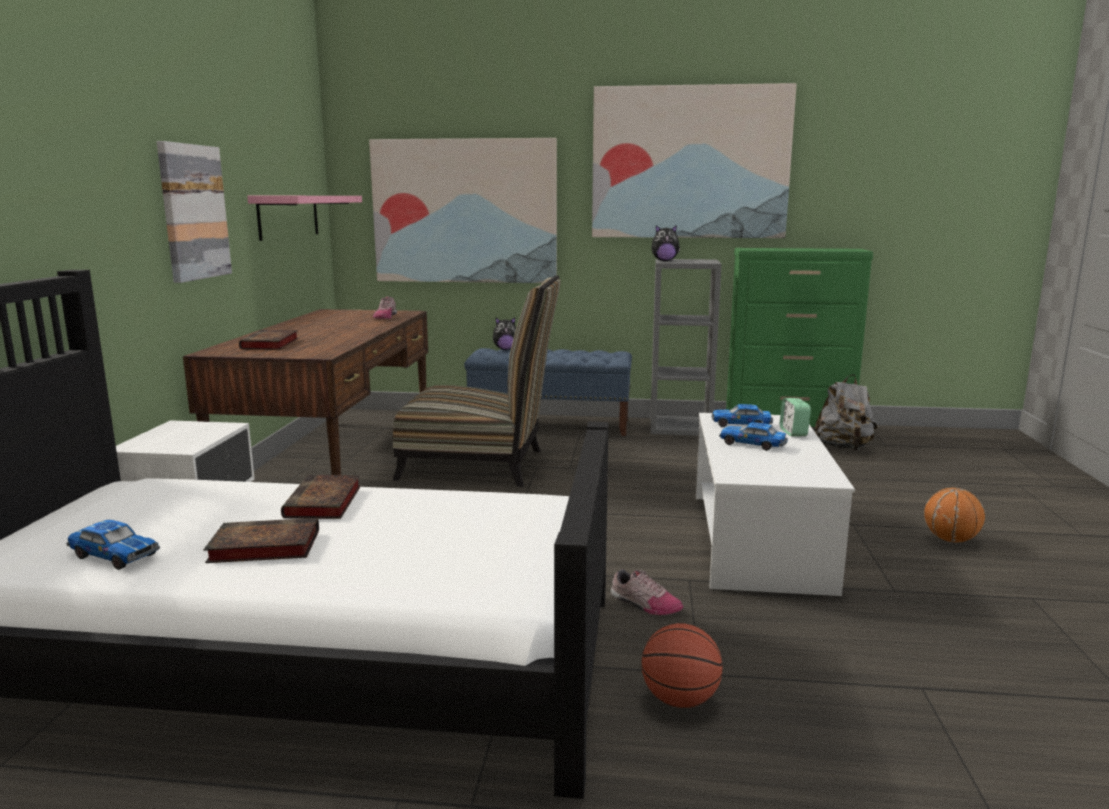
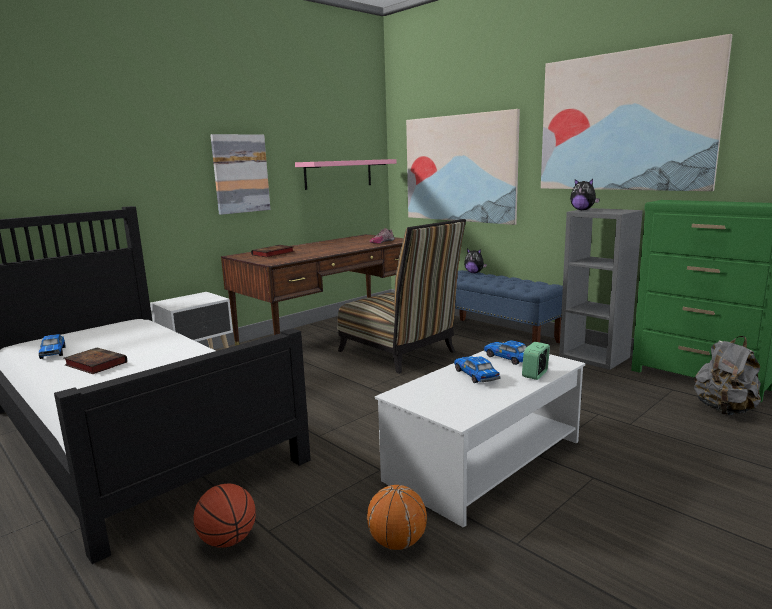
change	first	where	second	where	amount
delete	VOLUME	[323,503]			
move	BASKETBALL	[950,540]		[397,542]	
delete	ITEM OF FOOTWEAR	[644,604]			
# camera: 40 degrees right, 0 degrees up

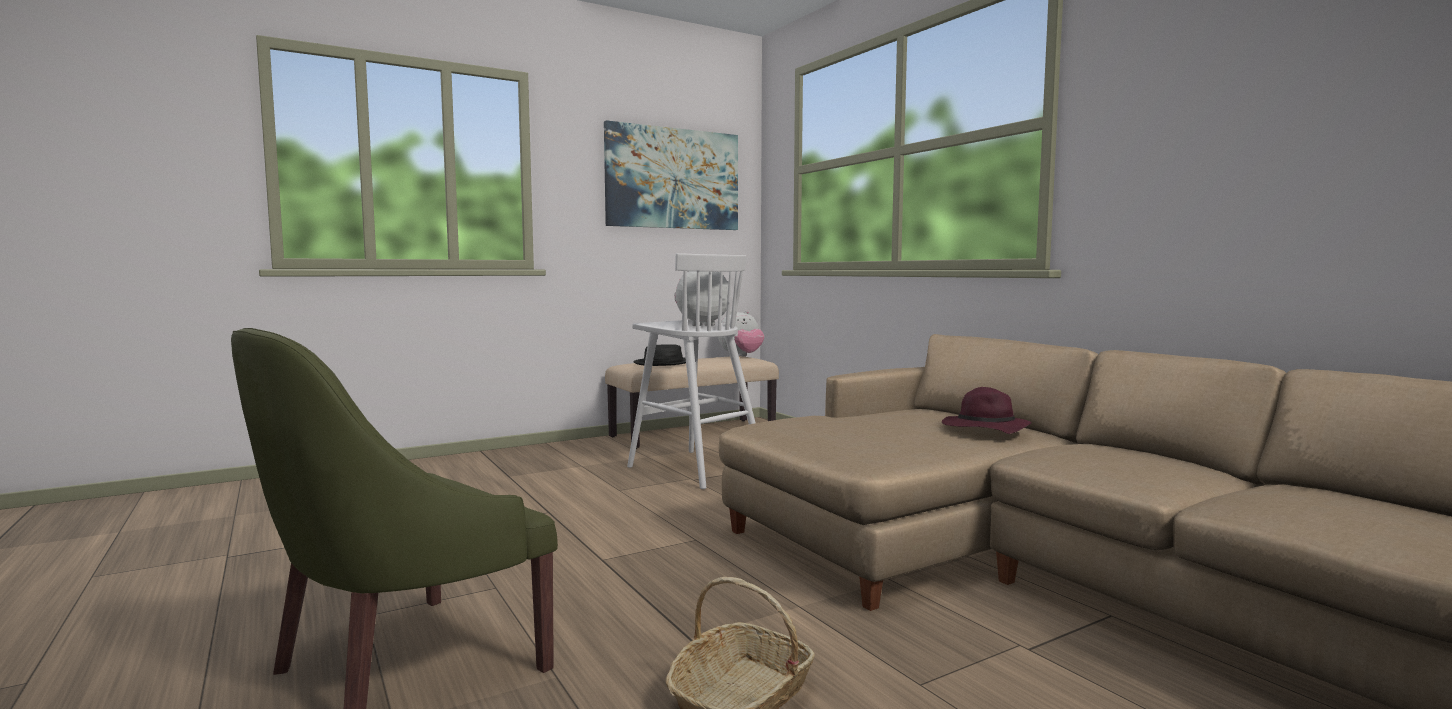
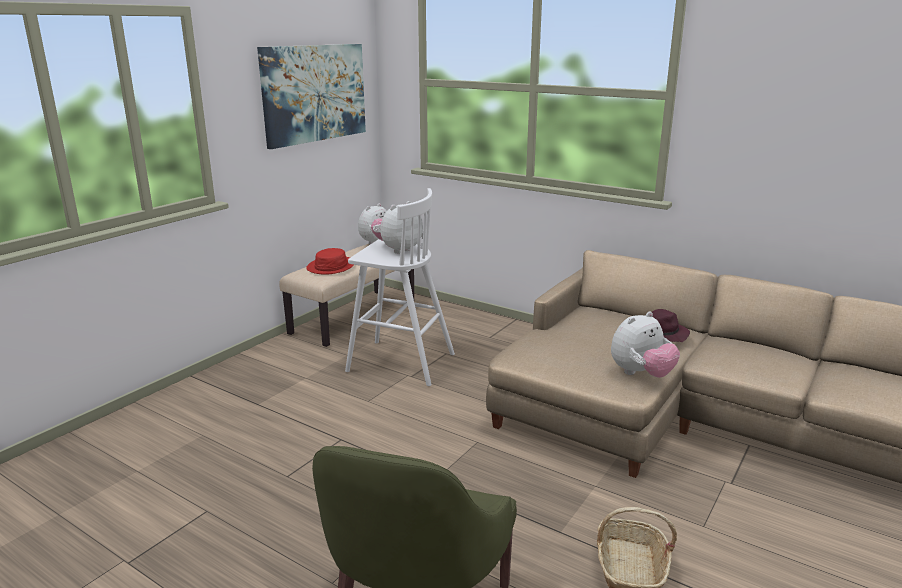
change	first	where	second	where	amount
recolor	BLACKISH CLOTHING HAT	[663,363]	RED-COLOURED CLOTHING HAT	[331,266]	
insert			SOFT TOY	[641,374]	
# camera: 25 degrees left, 15 degrees up

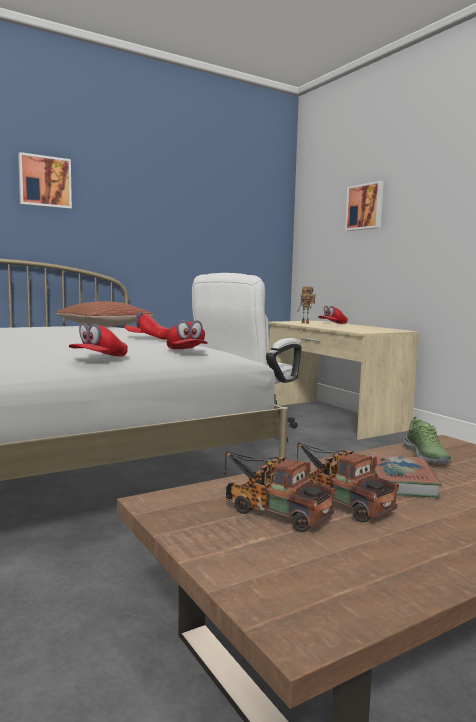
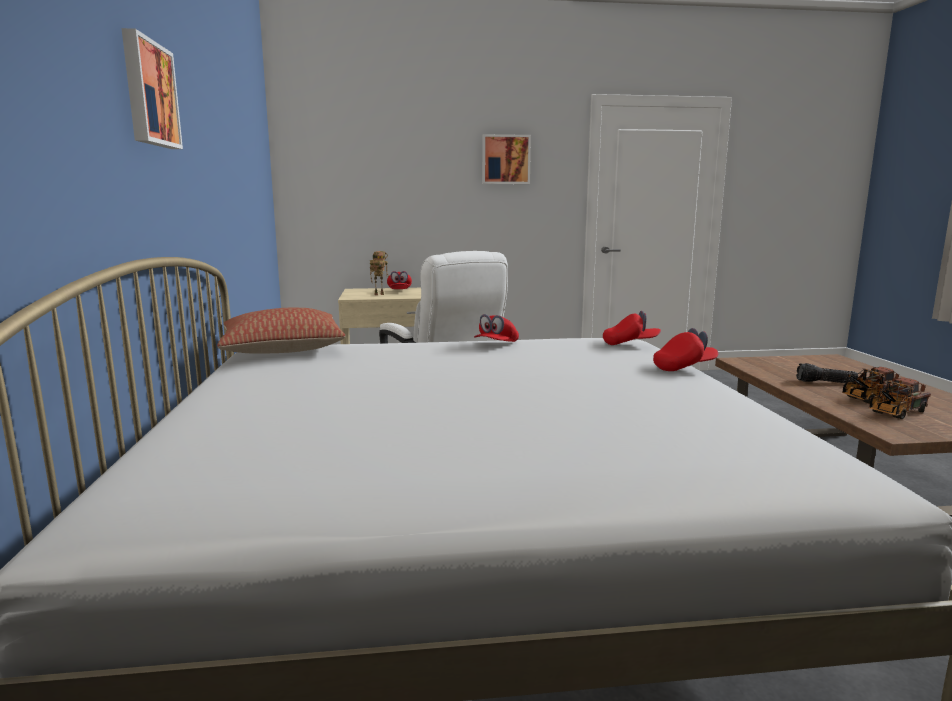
change	first	where	second	where	amount
move	WALL ART	[365,207]		[505,159]	
rotate	RED-COLOURED BASEBALL CAP	[99,358]		[684,367]	75 degrees counterclockwise
delete	ITEM OF FOOTWEAR	[426,456]			
replace	VOLUME	[400,481]	FLASHLIGHT	[825,382]	
# camera: 65 degrees left, 5 degrees up

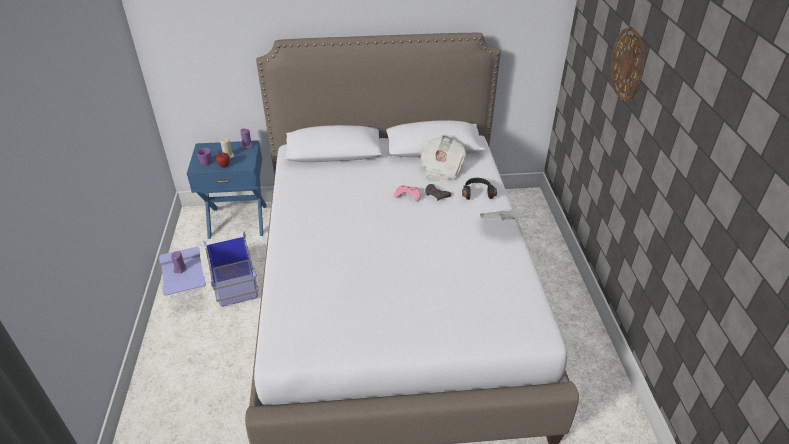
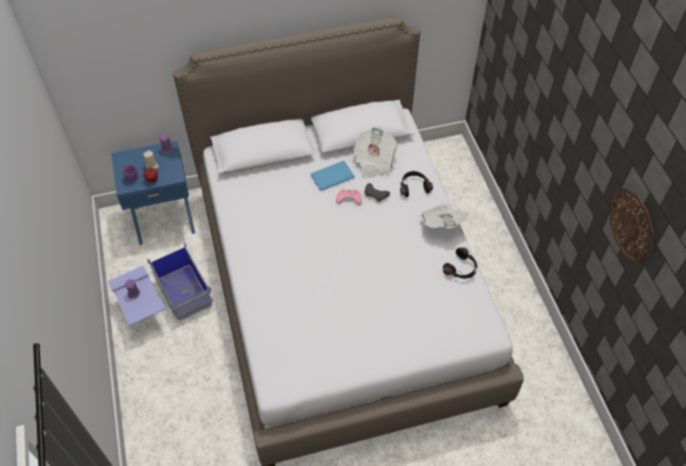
change	first	where	second	where	amount
move	WALL CLOCK	[628,64]		[632,225]	
insert			BLUE-COLOURED VOLUME	[331,176]	
insert			BLACKISH PAIR OF HEADPHONES	[461,268]	
# camera: 10 degrees left, 15 degrees up

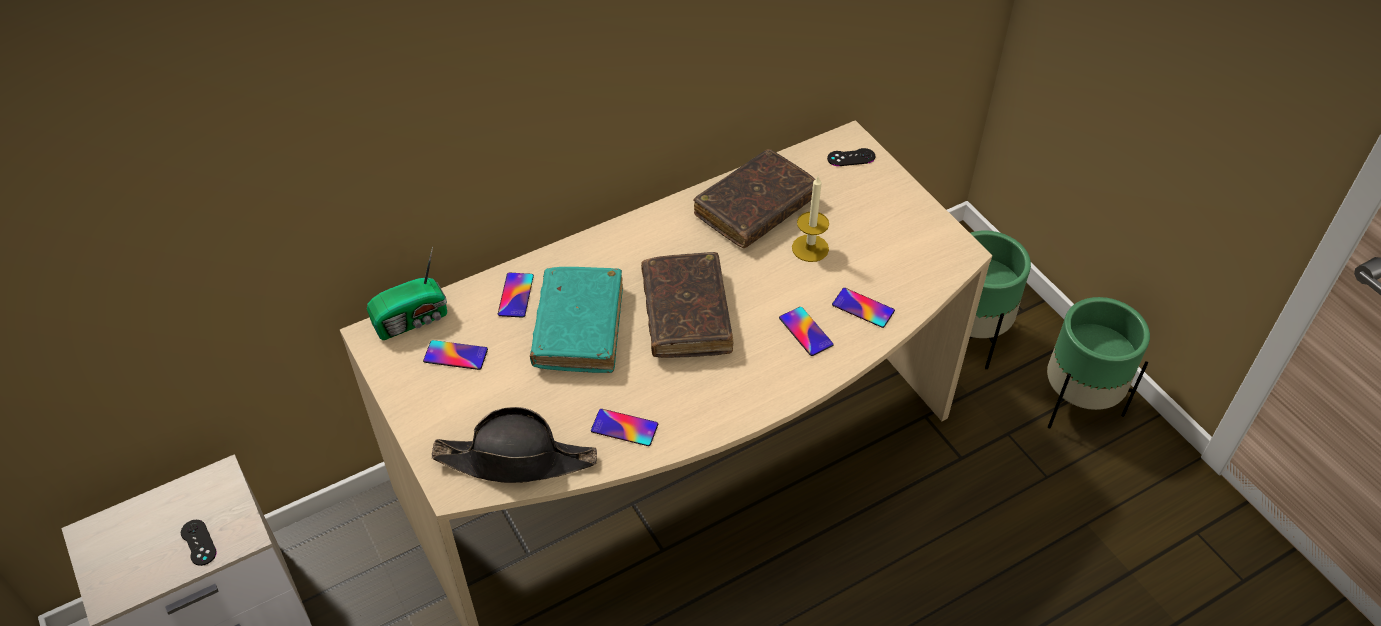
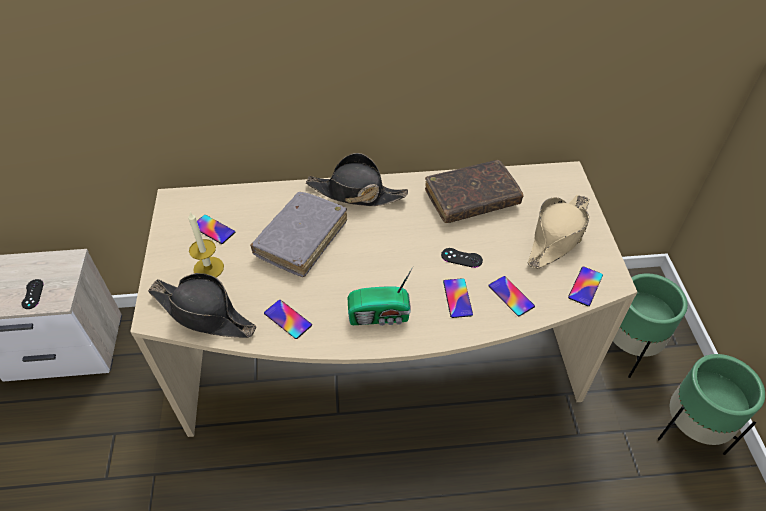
change	first	where	second	where	amount
move	BLACKISH GAMEPAD	[851,157]		[461,258]	
move	CANDLE	[810,248]		[208,268]	
move	RADIO SET	[413,320]		[380,316]	
delete	BROWNISH VOLUME	[686,314]			
recolor	BLUE-GREEN VOLUME	[579,328]	GREY VOLUME	[301,239]	
move	TELEPHONE	[516,295]		[585,286]	
insert			BLACKISH CLOTHING HAT	[356,193]	
insert			BEIGE-COLOURED CLOTHING HAT	[557,236]	
# camera: 25 degrees right, 0 degrees up

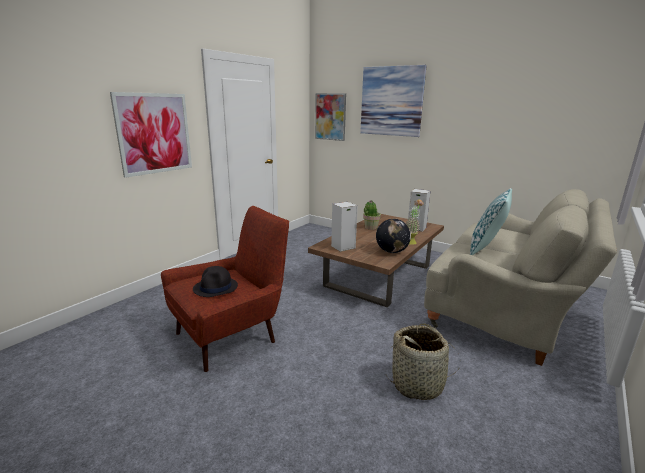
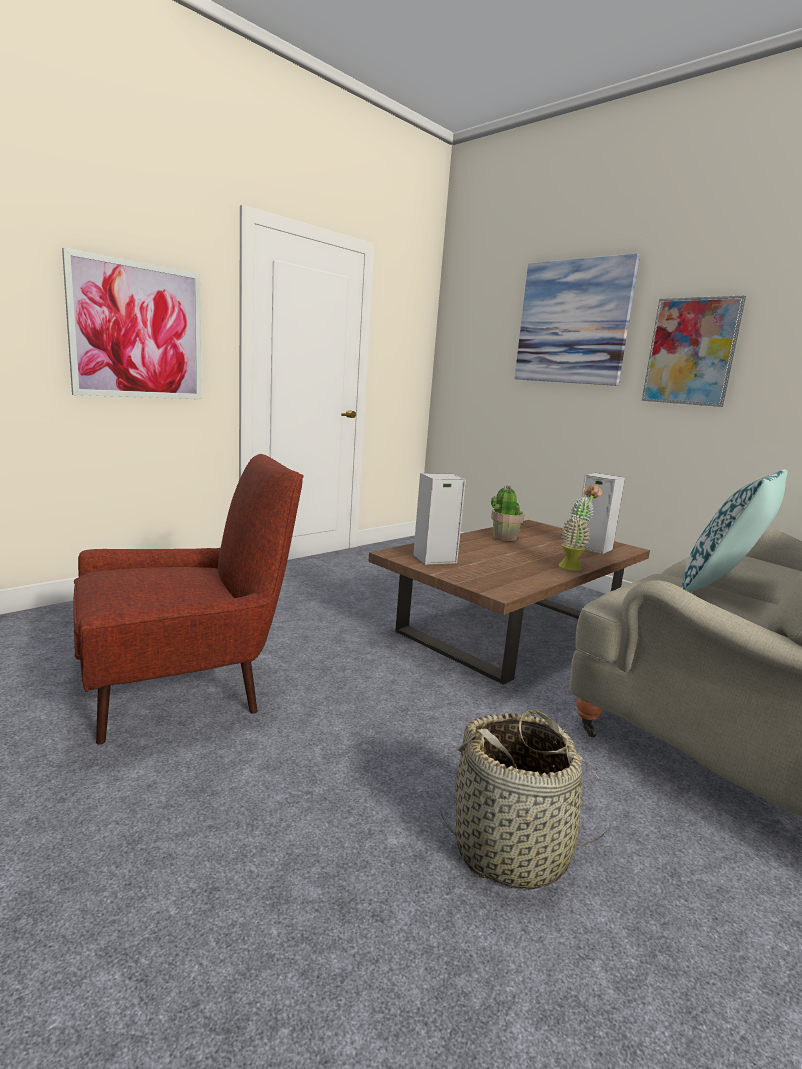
change	first	where	second	where	amount
move	WALL ART	[330,117]		[691,352]	
delete	WORLD GLOBE	[392,251]			
delete	BLACKISH CLOTHING HAT	[216,288]			
# camera: 10 degrees right, 5 degrees down

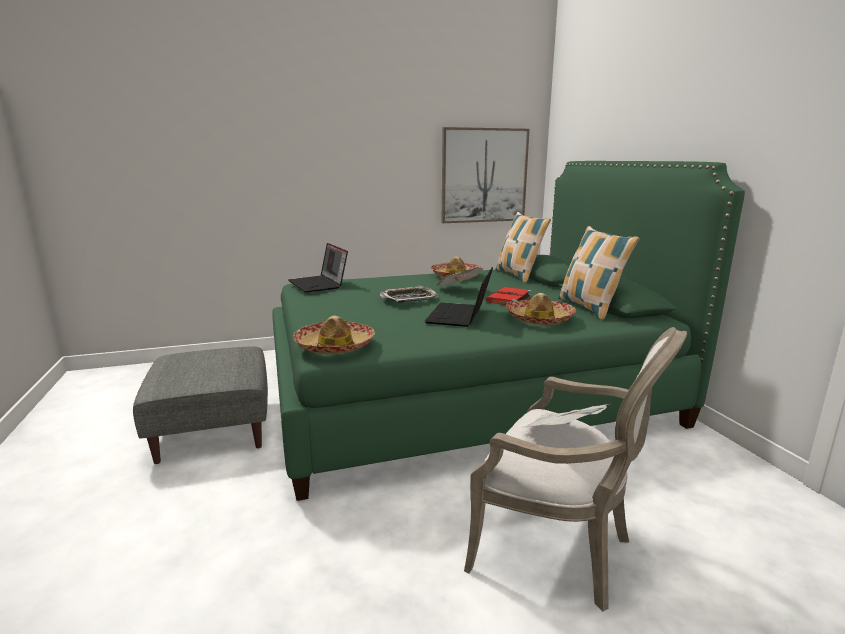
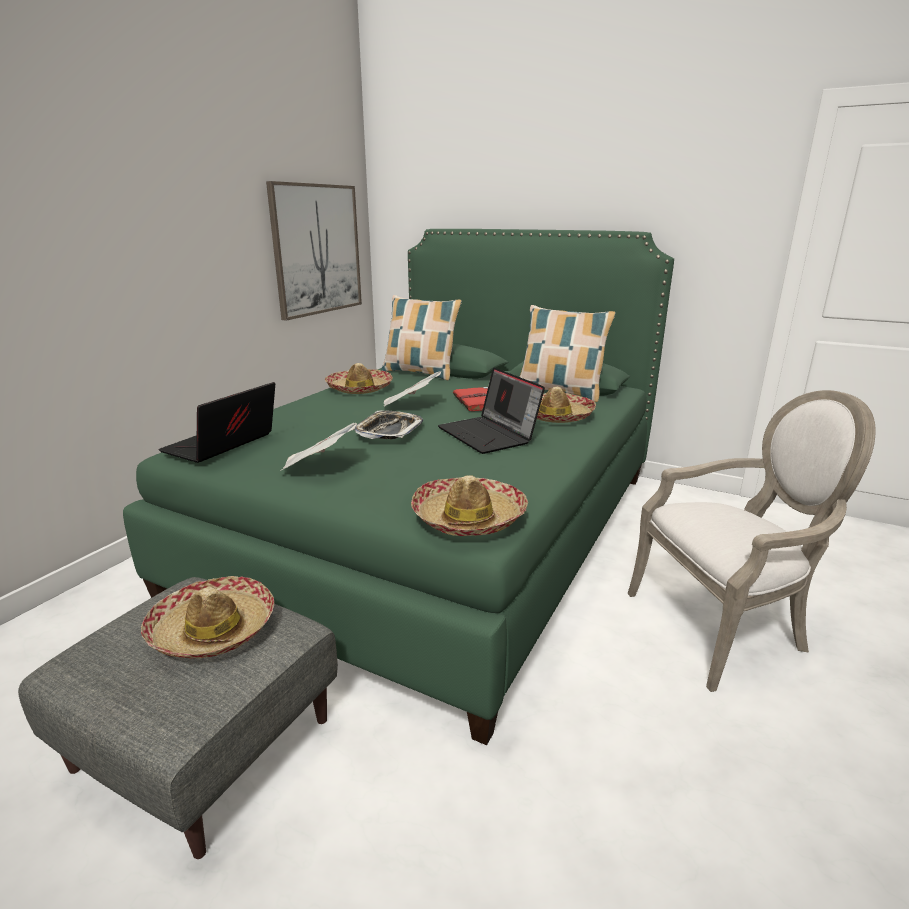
change	first	where	second	where	amount
rotate	PORTABLE COMPUTER	[319,284]		[221,445]	105 degrees clockwise
move	DAILY PAPER	[562,435]		[319,466]	
insert			CLOTHING HAT	[213,630]	
# camera: 45 degrees left, 5 degrees up

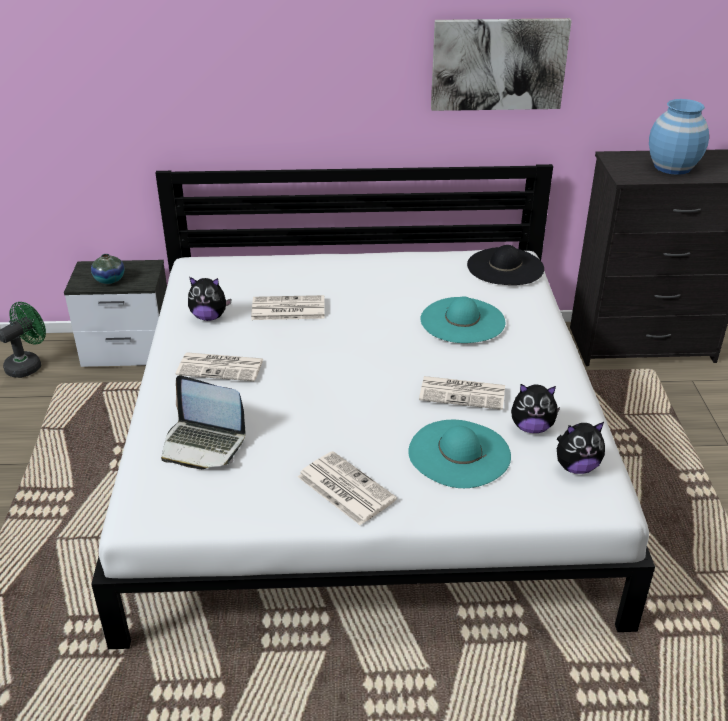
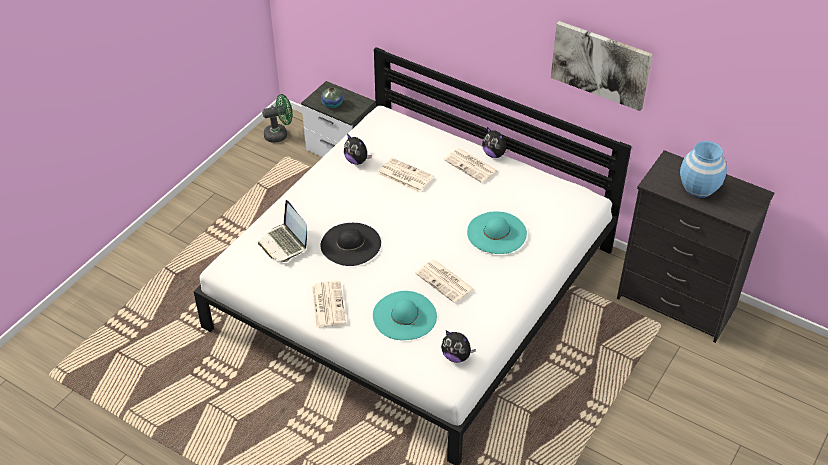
change	first	where	second	where	amount
move	BLACKISH CLOTHING HAT	[505,267]		[350,244]	
move	DAILY PAPER	[221,367]		[471,166]	
move	SOFT TOY	[531,427]		[494,154]	
# camera: 35 degrees right, 10 degrees up

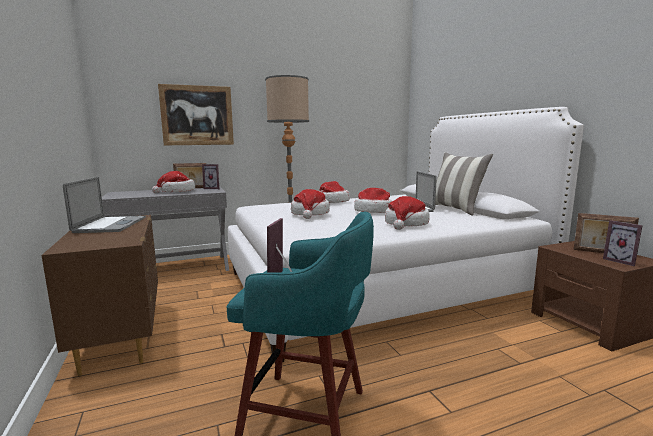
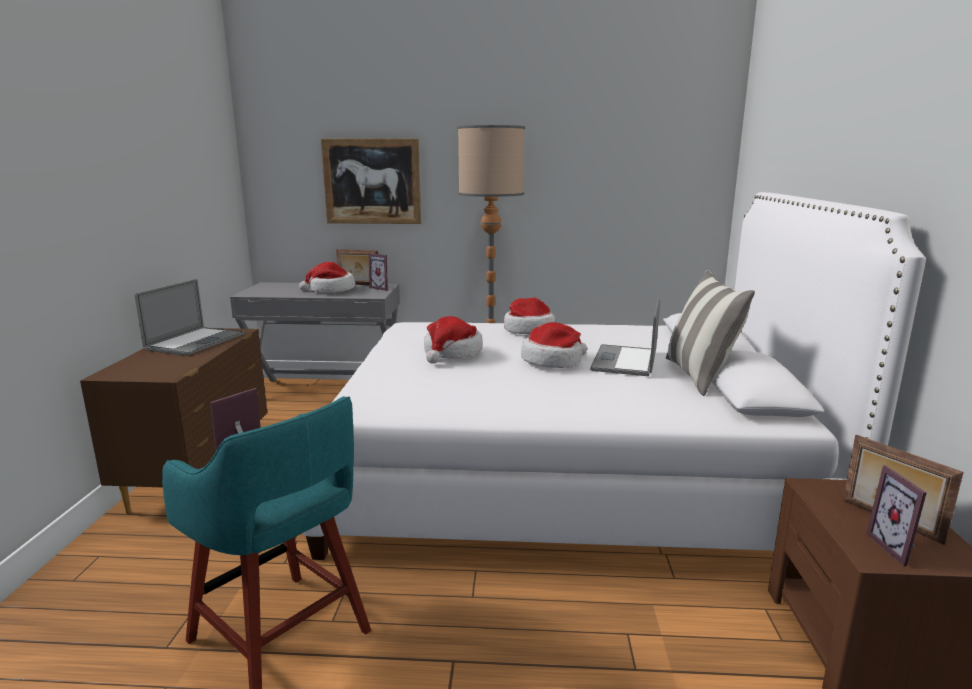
change	first	where	second	where	amount
delete	CLOTHING HAT	[406,224]			
# camera: 25 degrees right, 5 degrees up

